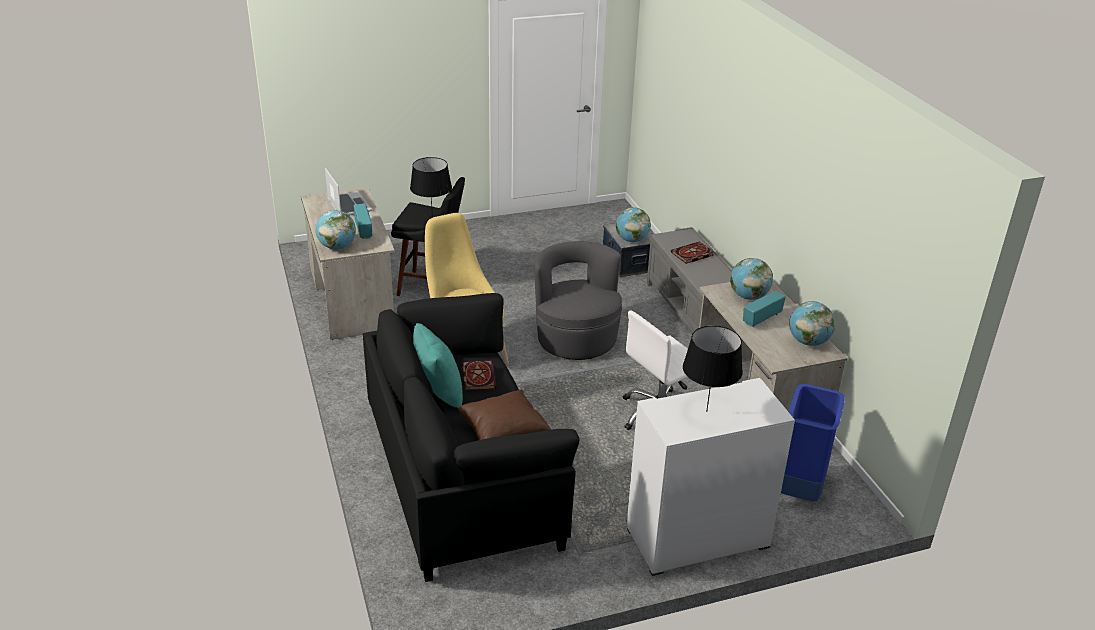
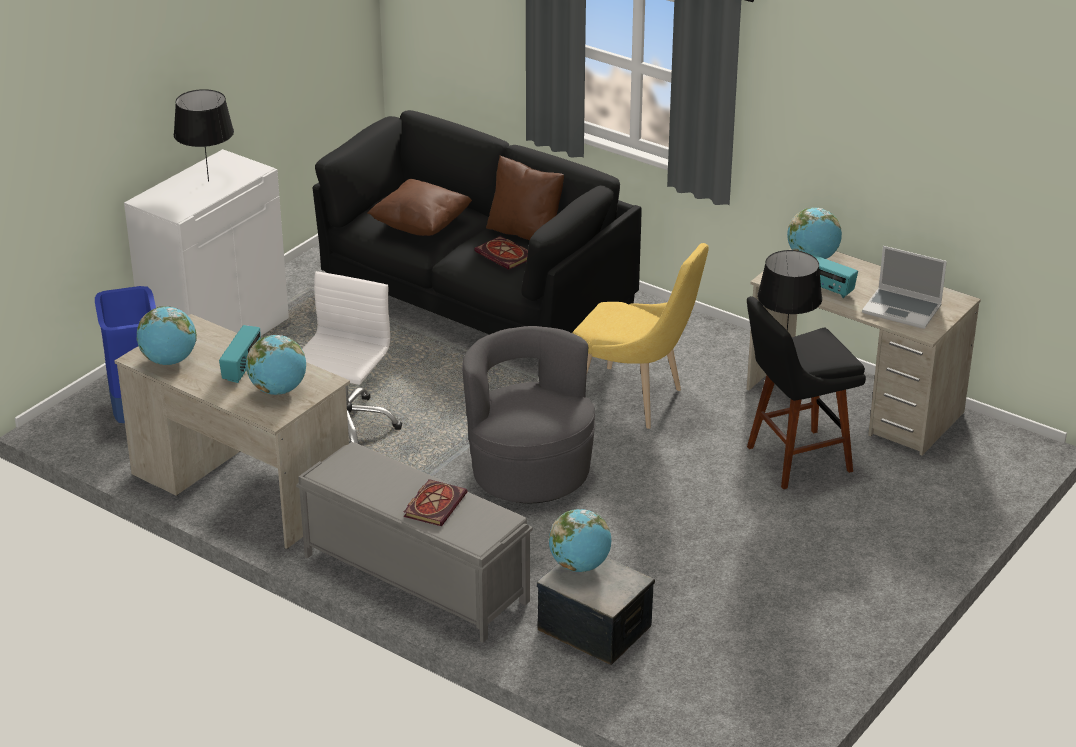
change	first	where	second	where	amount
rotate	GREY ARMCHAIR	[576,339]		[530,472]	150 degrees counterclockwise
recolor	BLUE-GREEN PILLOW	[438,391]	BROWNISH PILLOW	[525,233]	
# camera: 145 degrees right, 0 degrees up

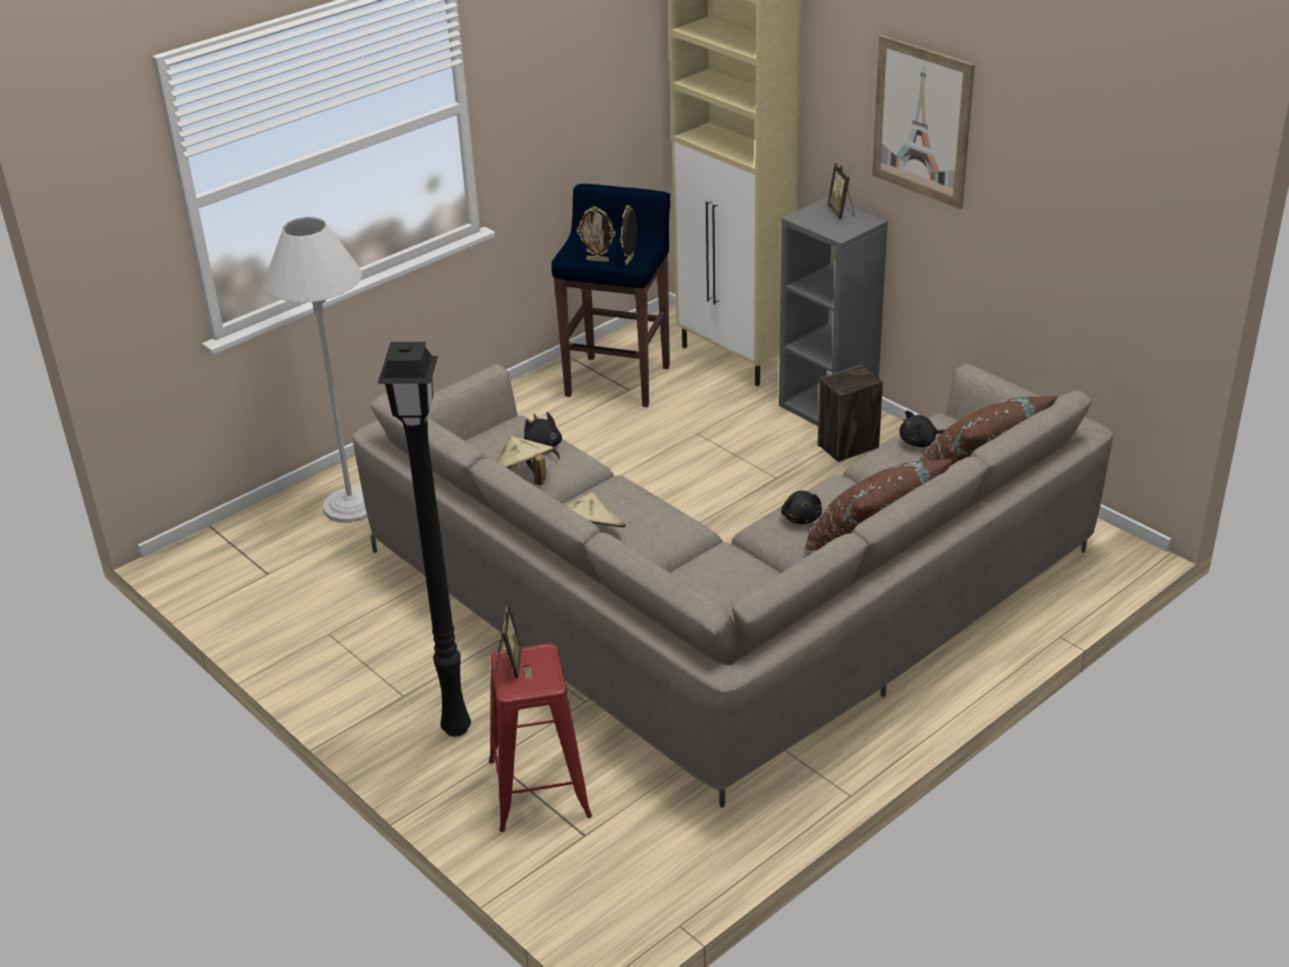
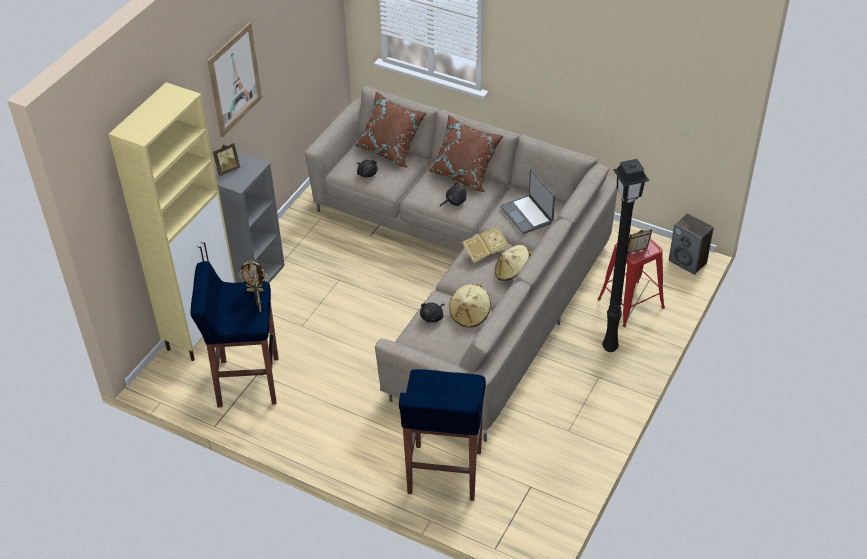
change	first	where	second	where	amount
replace	WHITISH STANDARD LAMP	[351,506]	BLUE-COLOURED STOOL SEAT	[444,473]	
move	LOUDSPEAKER	[848,447]		[688,262]	
insert			PORTABLE COMPUTER	[527,215]	
insert			VOLUME	[484,252]	
# camera: 110 degrees left, 10 degrees up

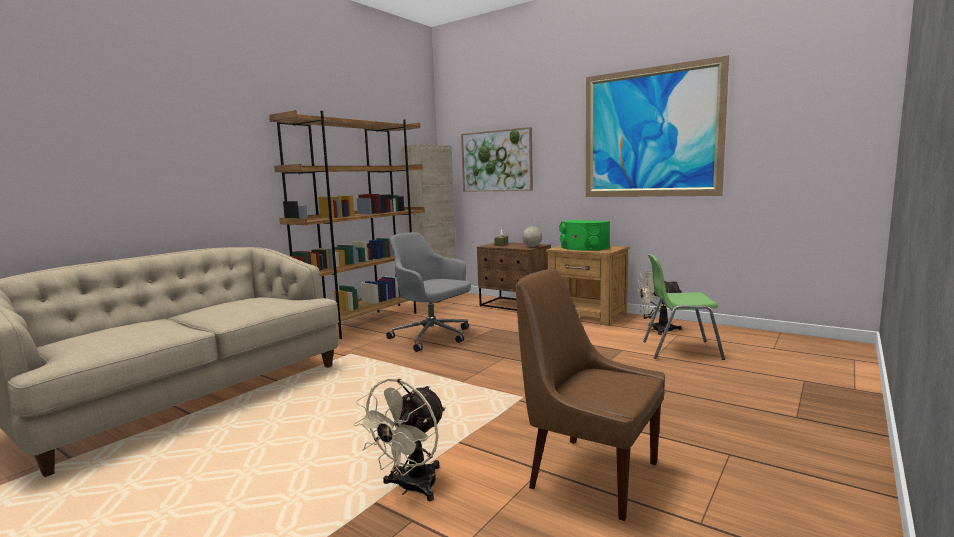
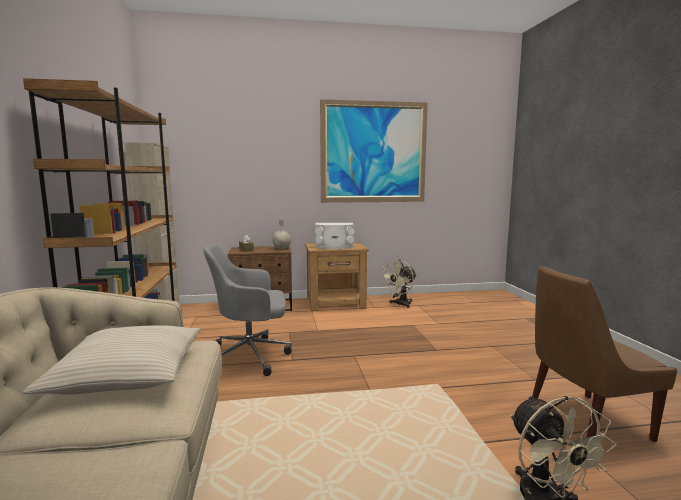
change	first	where	second	where	amount
delete	WALL ART	[496,161]			
recolor	GREEN LOUDSPEAKER	[583,248]	WHITISH LOUDSPEAKER	[334,246]	
delete	GREEN CHAIR	[679,350]			
insert			BEIGE-COLOURED PILLOW	[127,374]	
# camera: 45 degrees left, 0 degrees up

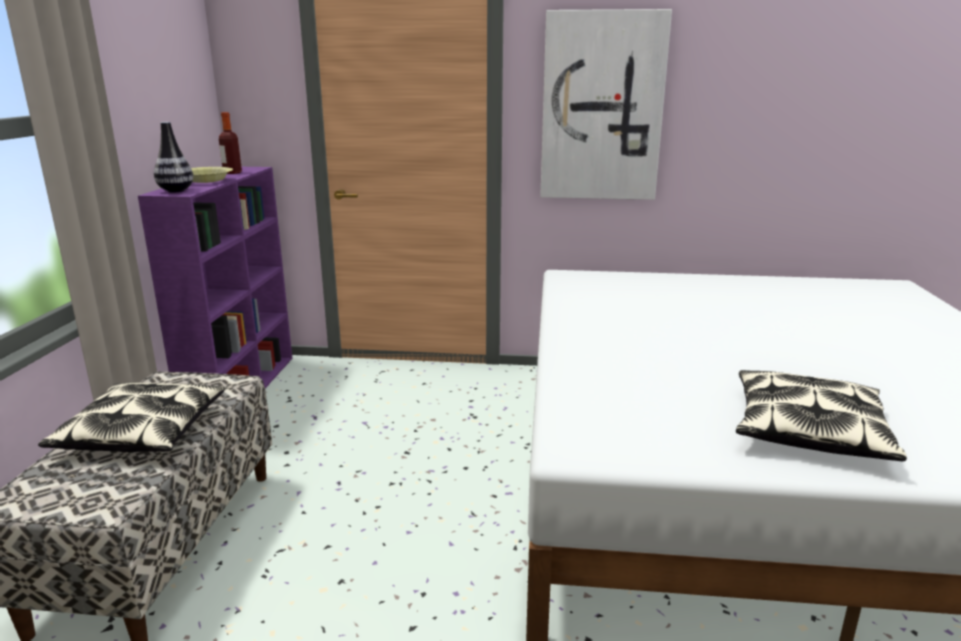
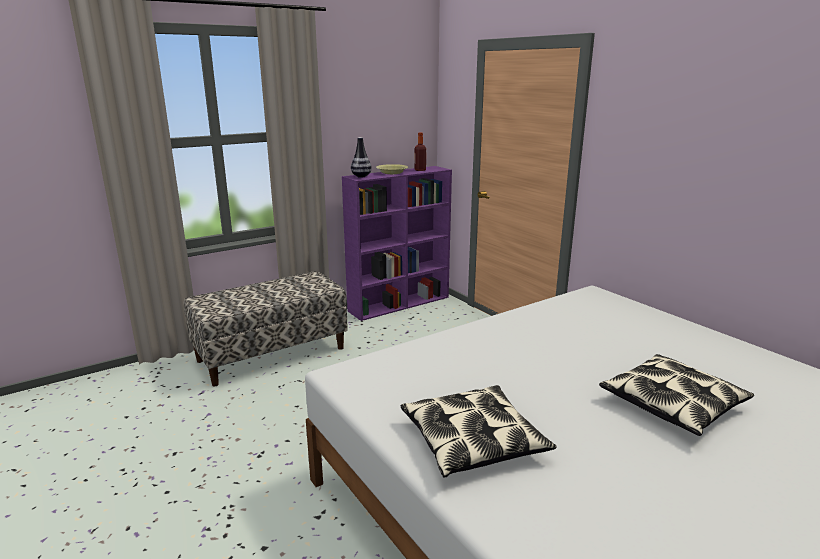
change	first	where	second	where	amount
delete	WALL ART	[602,107]			
move	PILLOW	[143,432]		[672,404]	
# camera: 50 degrees right, 0 degrees up

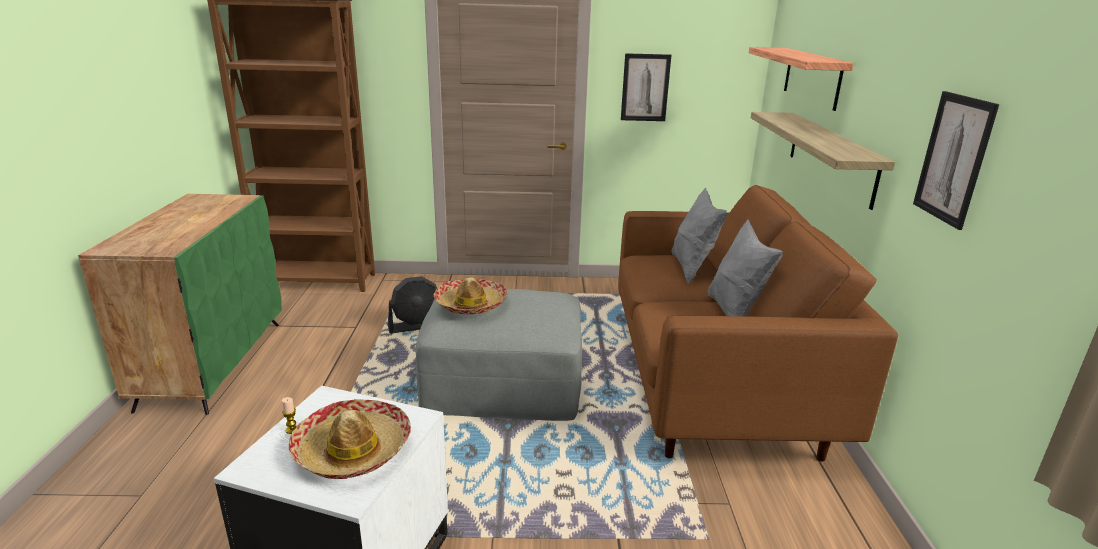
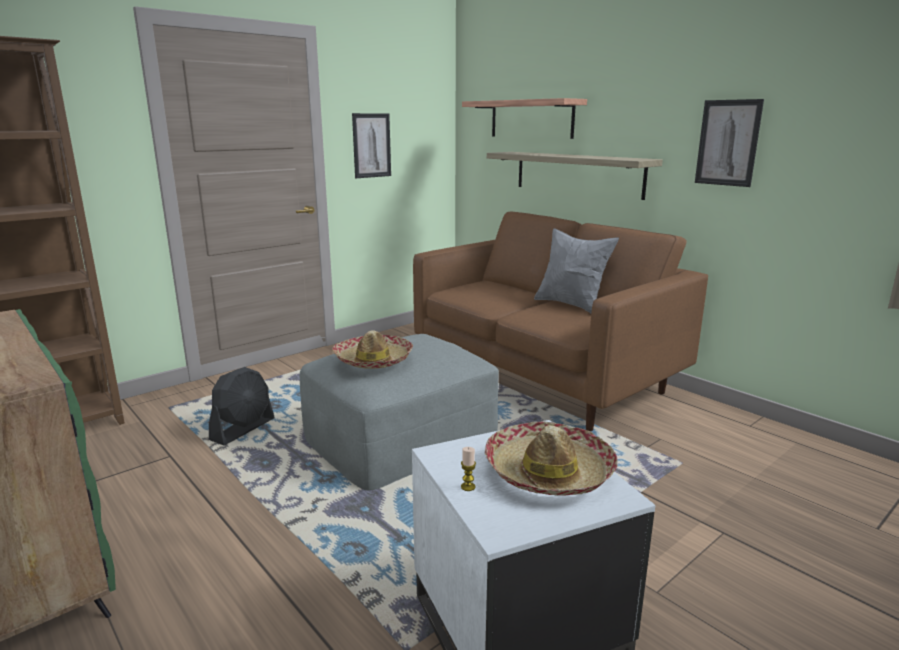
change	first	where	second	where	amount
delete	GREY PILLOW	[692,268]			
# camera: 40 degrees left, 5 degrees down

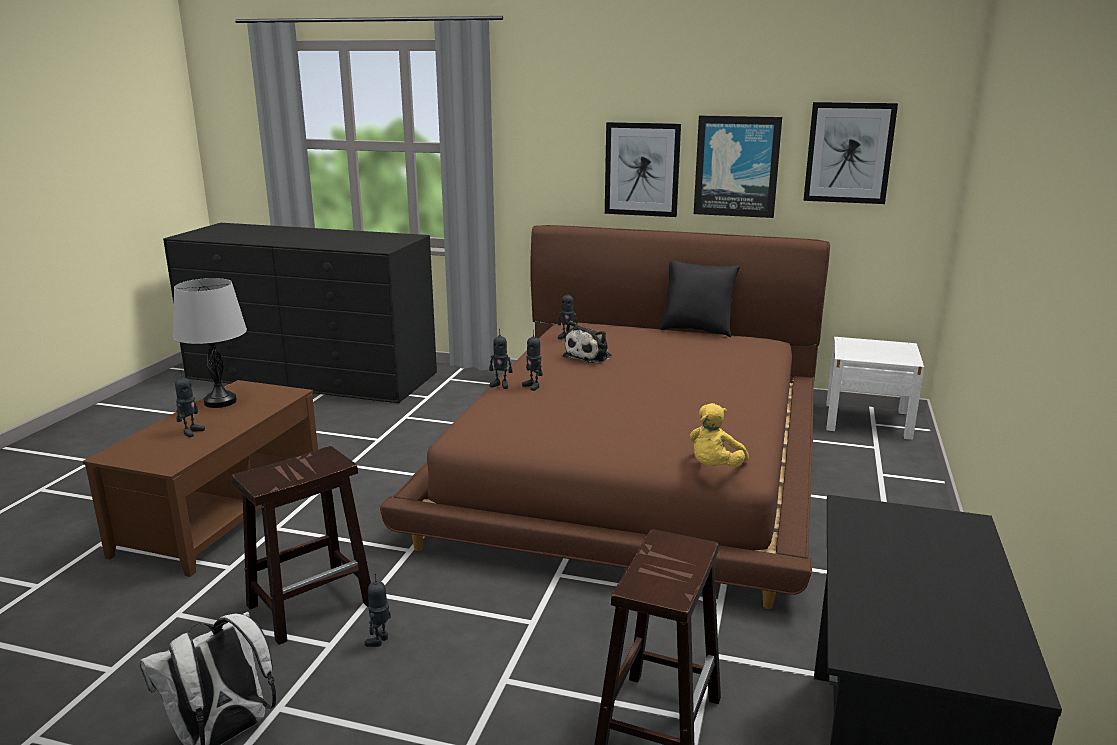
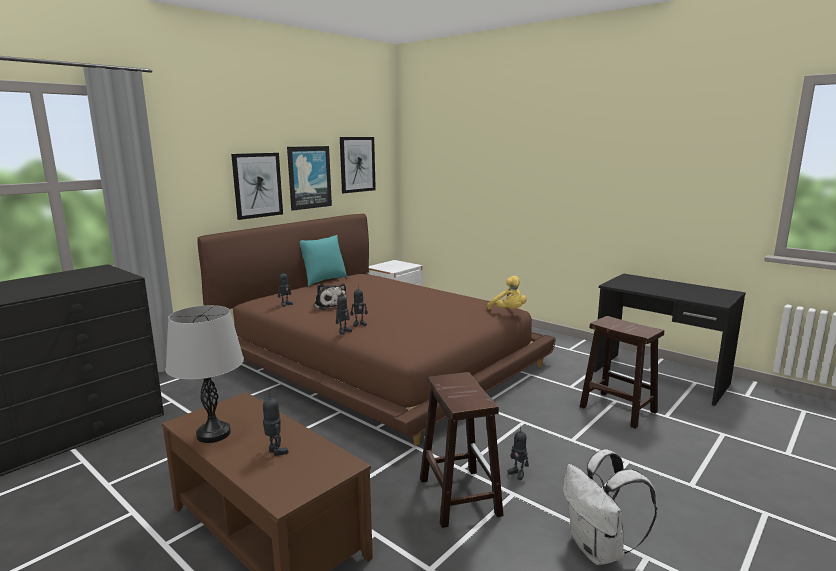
change	first	where	second	where	amount
recolor	BLACKISH PILLOW	[697,330]	BLUE-GREEN PILLOW	[324,280]	
# camera: 65 degrees left, 5 degrees down

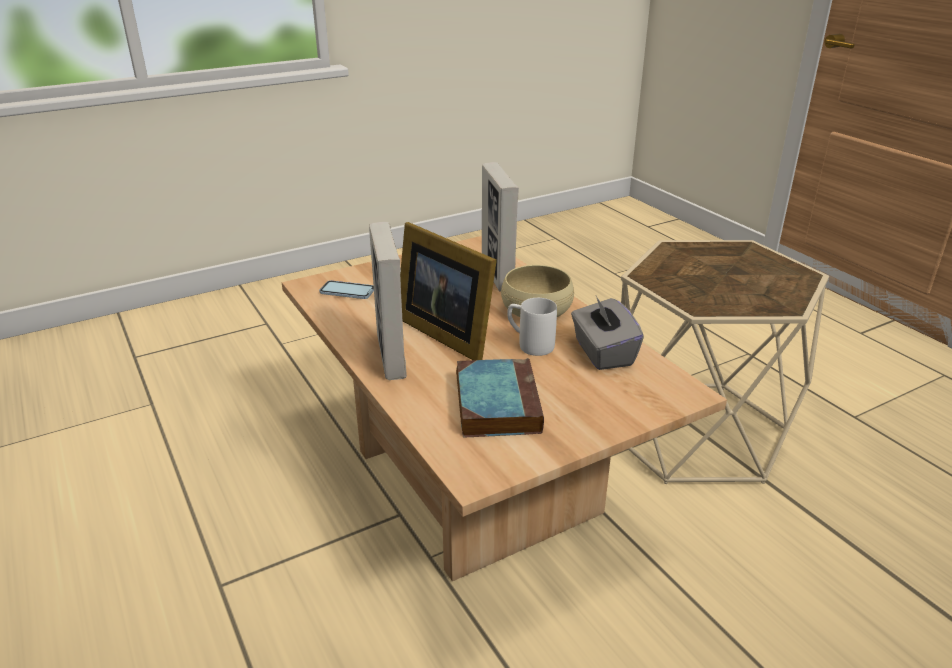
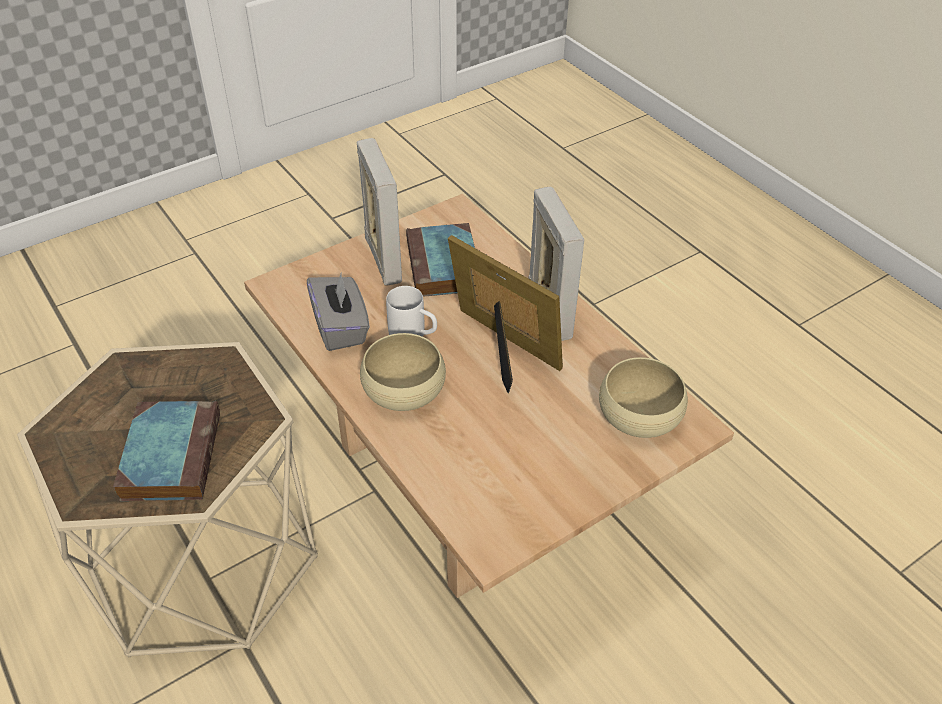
change	first	where	second	where	amount
move	PICTURE FRAME	[498,276]		[383,260]	
replace	TELEPHONE	[347,291]	BEIGE-COLOURED DEEP DISH	[639,414]	
insert			VOLUME	[171,454]	
# camera: 175 degrees right, 15 degrees up

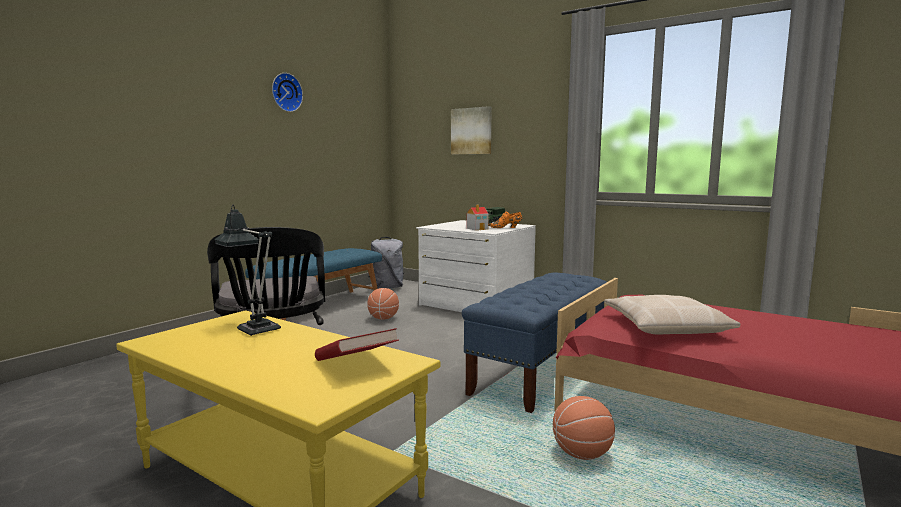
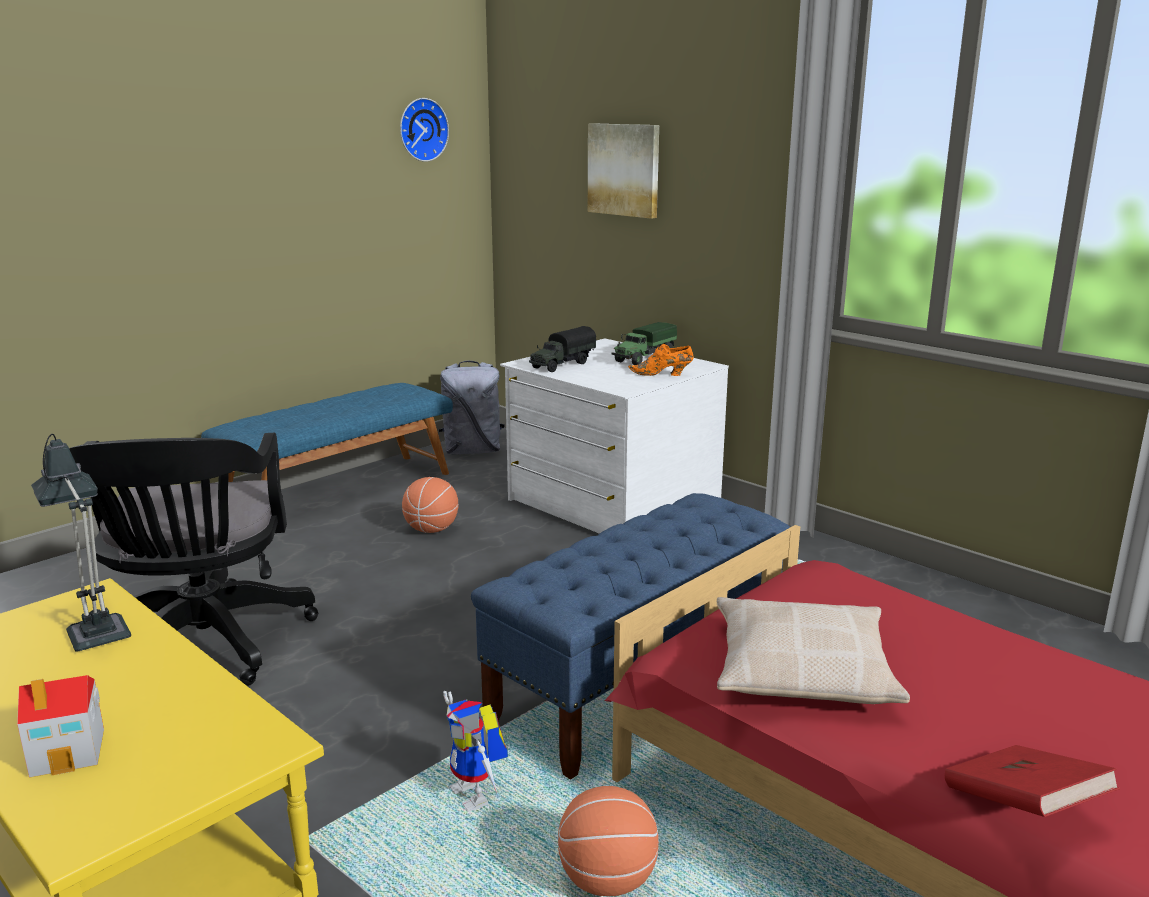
change	first	where	second	where	amount
move	WALL CLOCK	[285,92]		[421,129]	
move	MODEL HOUSE	[477,229]		[69,752]	
move	RED-COLOURED VOLUME	[355,365]		[1022,807]	
insert			TOY TRUCK	[562,365]	
insert			TOY ROBOT	[478,796]	
# camera: 10 degrees right, 10 degrees up

